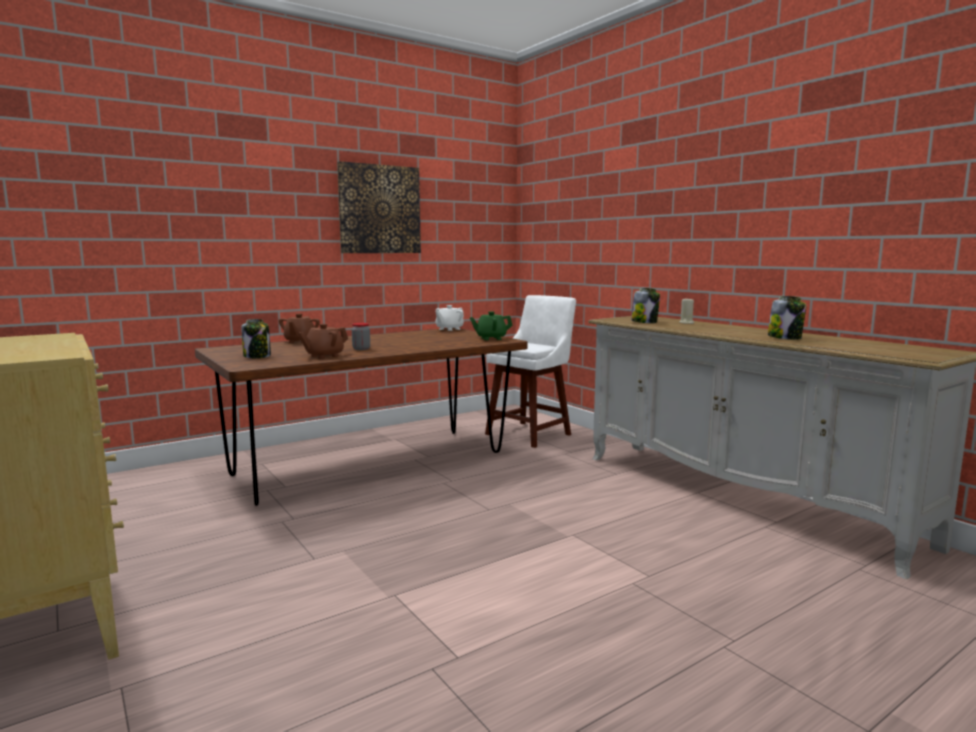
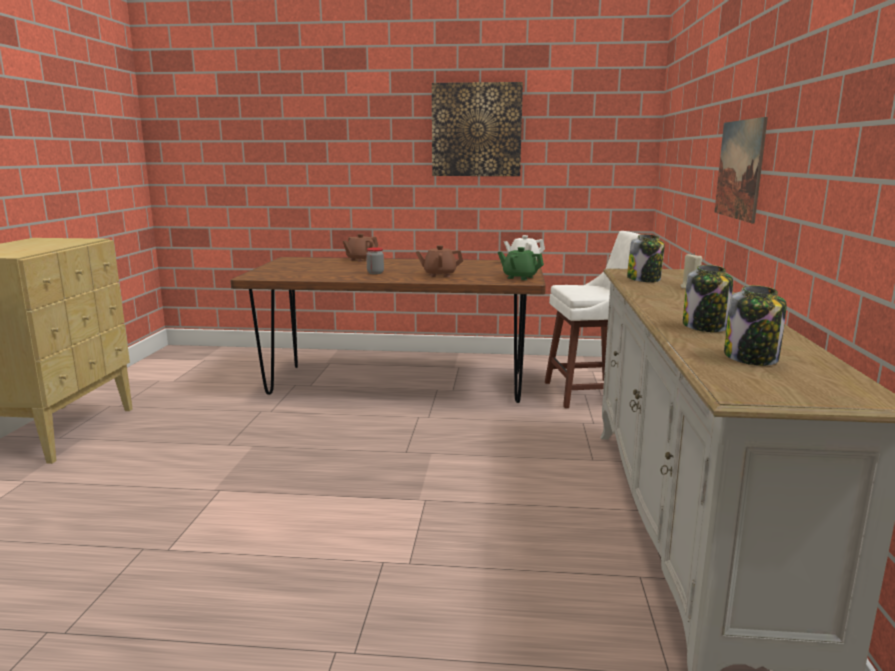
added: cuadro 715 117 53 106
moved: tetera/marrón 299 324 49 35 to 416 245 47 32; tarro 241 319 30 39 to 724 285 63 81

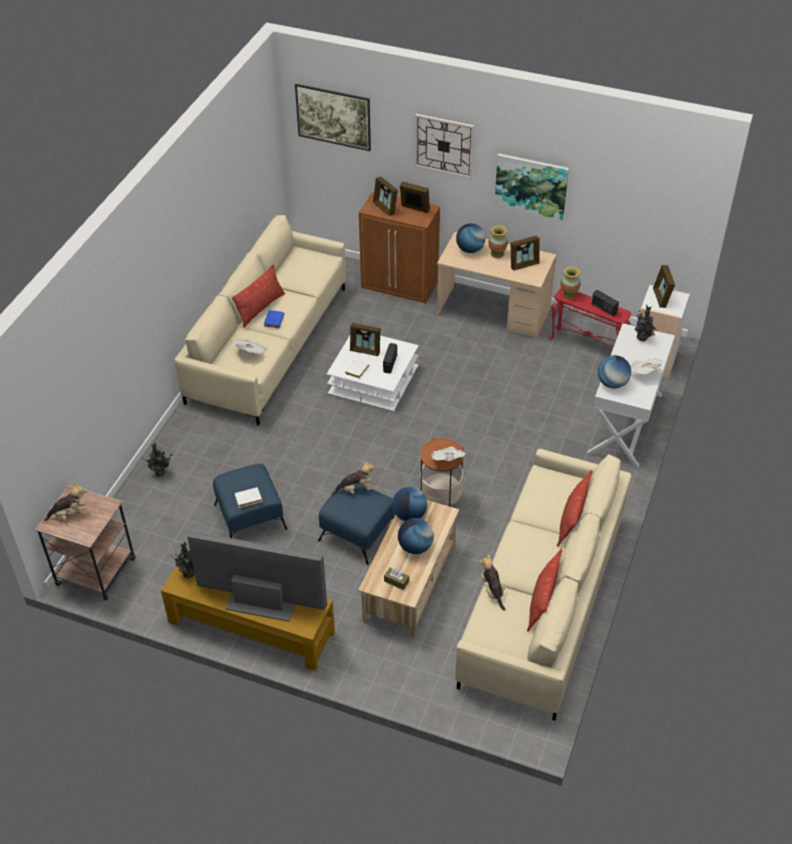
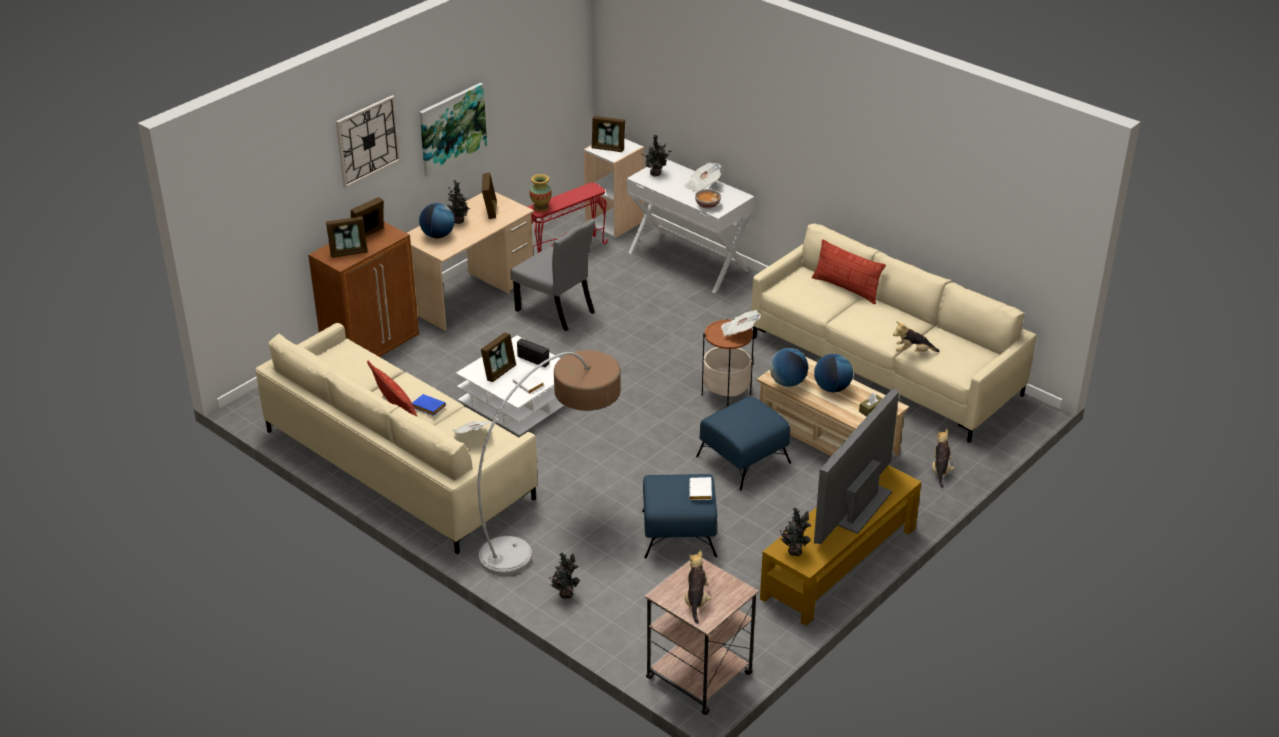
removed: cuadro 295 84 76 67; cojín 527 548 35 84; radio 592 290 27 27
added: lámpara de pie 477 350 144 226; silla/gris 511 218 85 113
moved: peluche 332 460 43 34 to 932 429 23 59
replaced: florero 488 226 20 32 to planta en maceta 447 180 24 44; globo terráqueo 598 355 33 34 to cuenco 695 189 26 20

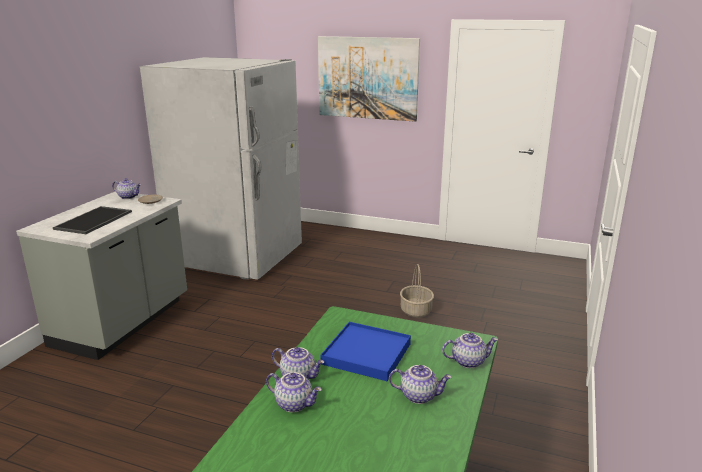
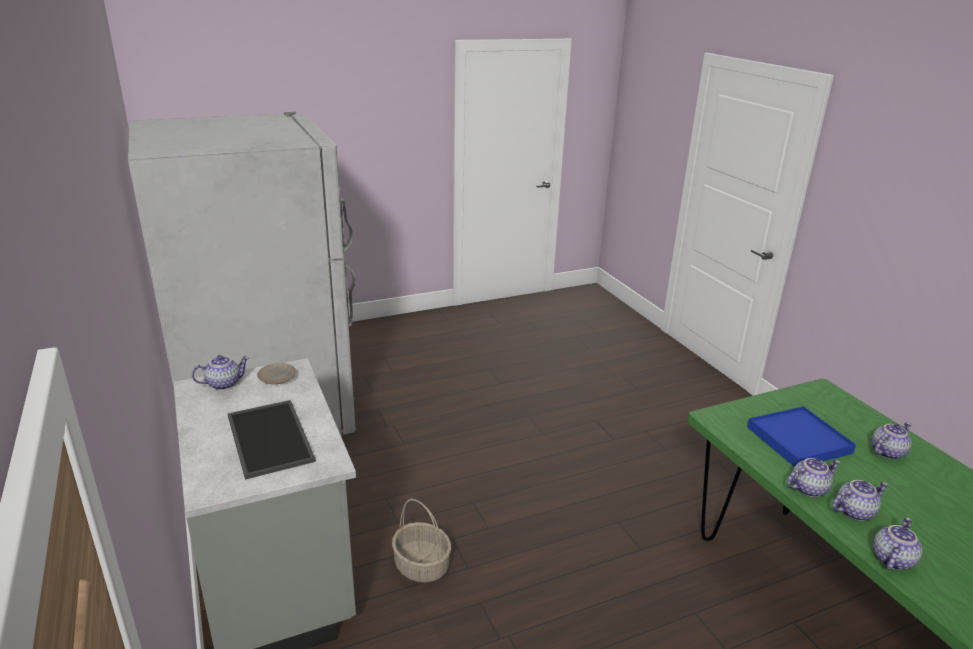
removed: cuadro 318 36 102 86
moved: cesta 400 264 34 54 to 392 499 59 84; tetera 442 333 56 35 to 873 517 49 53

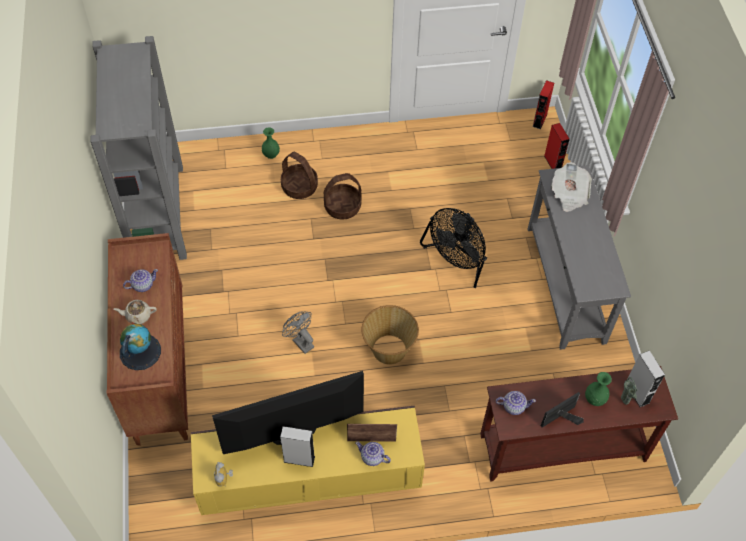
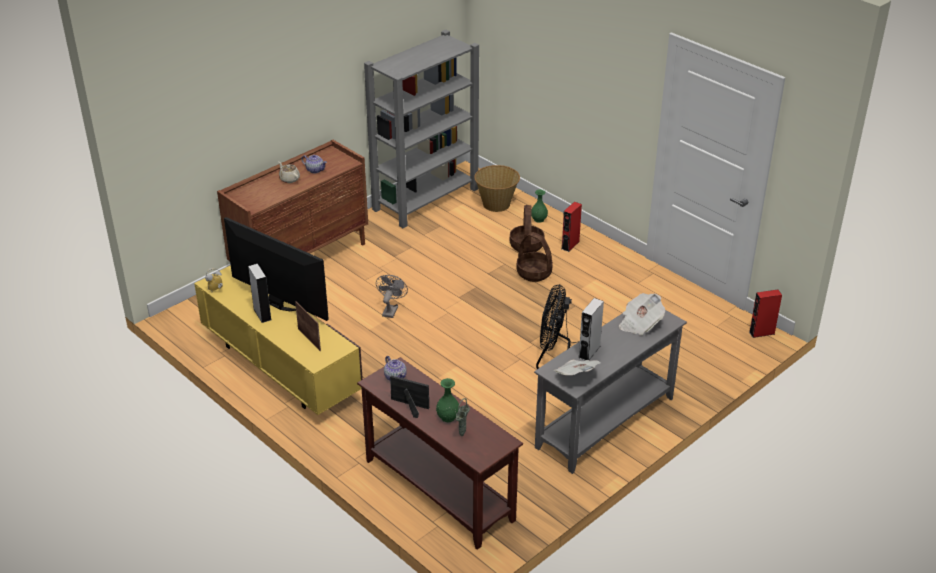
removed: globo terráqueo 120 324 41 46; tetera 355 441 36 25
added: periódico 554 360 47 15
moved: cesta 362 305 57 60 to 474 165 46 47; altavoz/rojo 544 123 26 46 to 562 202 20 50; altavoz/gris 628 350 37 57 to 578 298 26 62

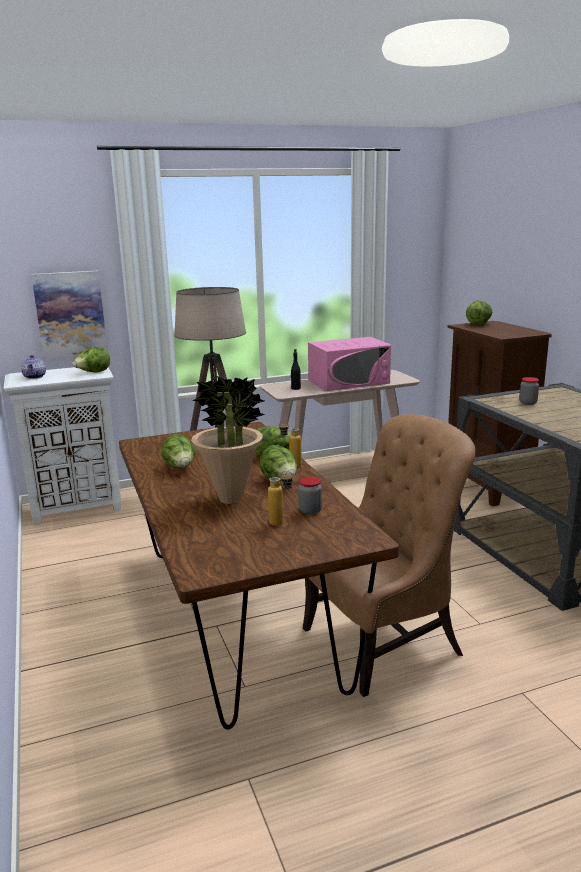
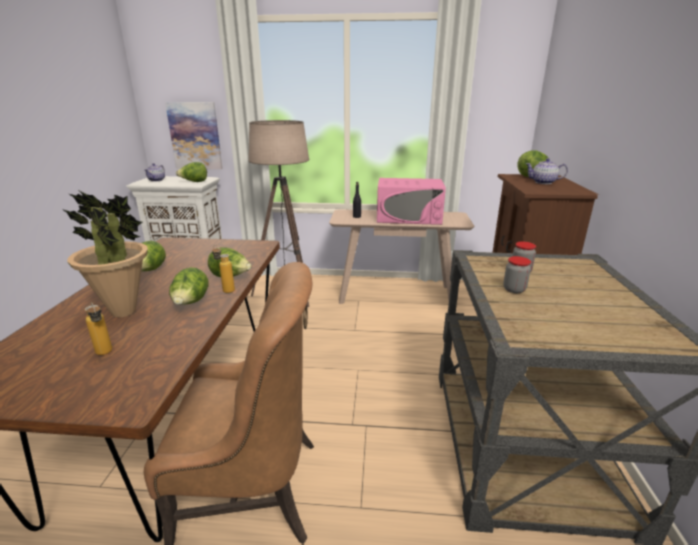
added: tetera 526 158 42 26
moved: tarro 298 477 24 38 to 503 256 28 37

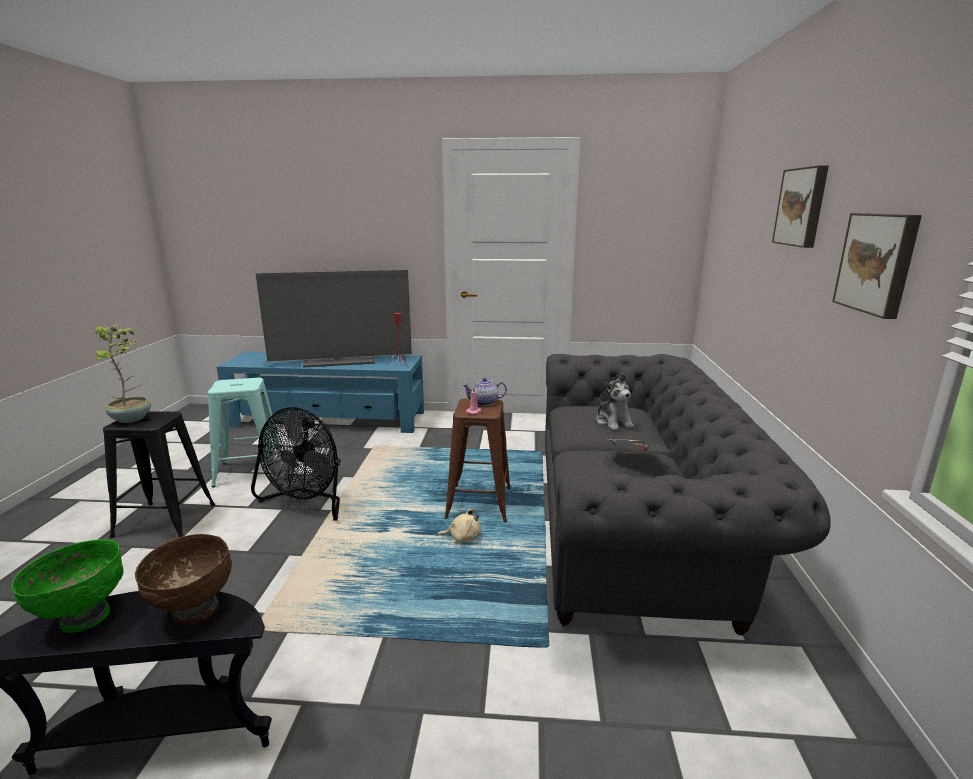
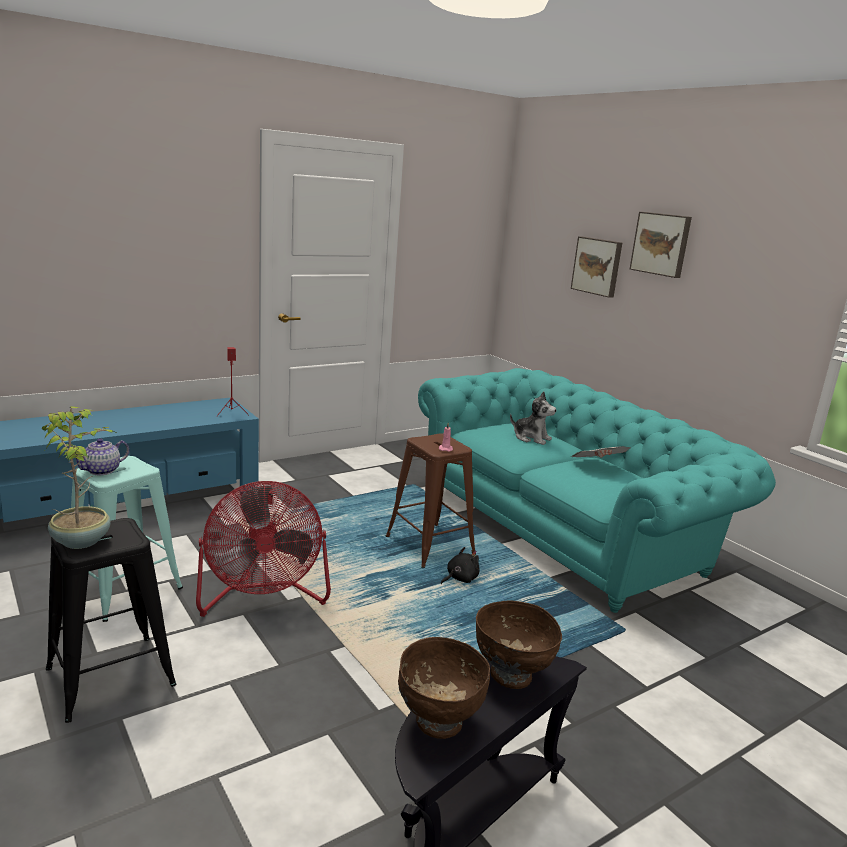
removed: televisor 256 270 156 98
moved: tetera 462 377 45 29 to 76 438 53 37; cuadro 832 213 90 106 to 571 236 51 62
recoloured: ventilador/negro 251 407 90 114 to ventilador/rojo 196 481 135 136; cuenco/verde 12 539 111 94 to cuenco/marrón 398 637 92 102; sofá/gris 545 354 286 281 to sofá/turquesa 418 368 358 245; peluche/beis 437 509 44 34 to peluche/negro 441 547 39 37

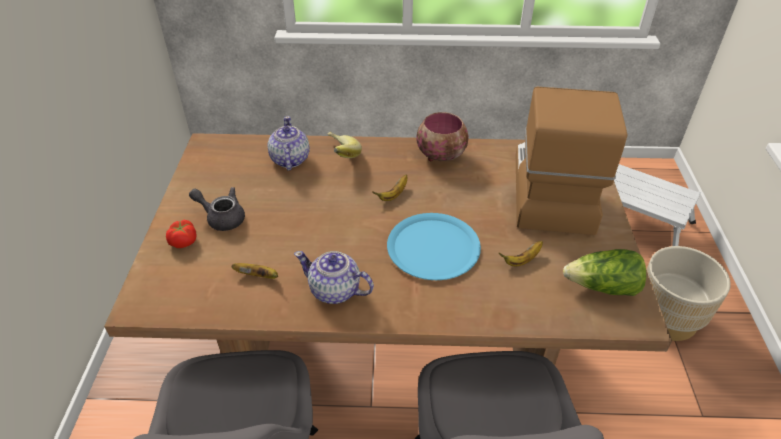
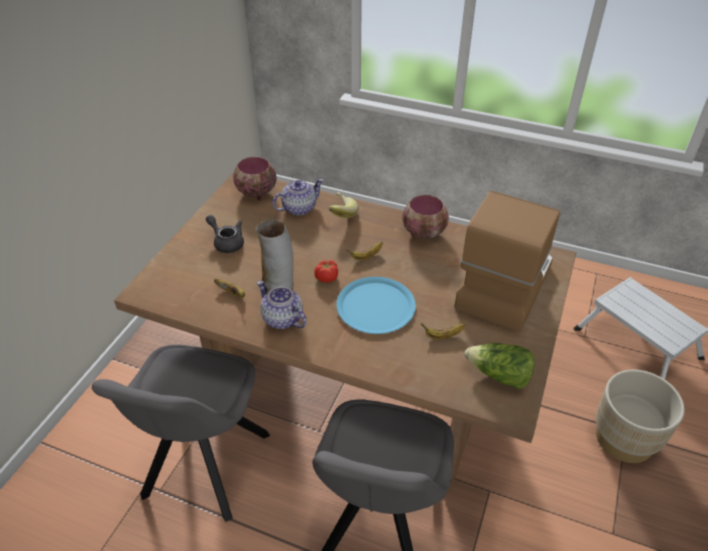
added: cuenco 233 157 44 43; florero 256 219 37 72
moved: tomate 166 220 31 28 to 314 260 24 23
turned: tetera 267 116 43 55 = 272 178 52 37 45 degrees clockwise

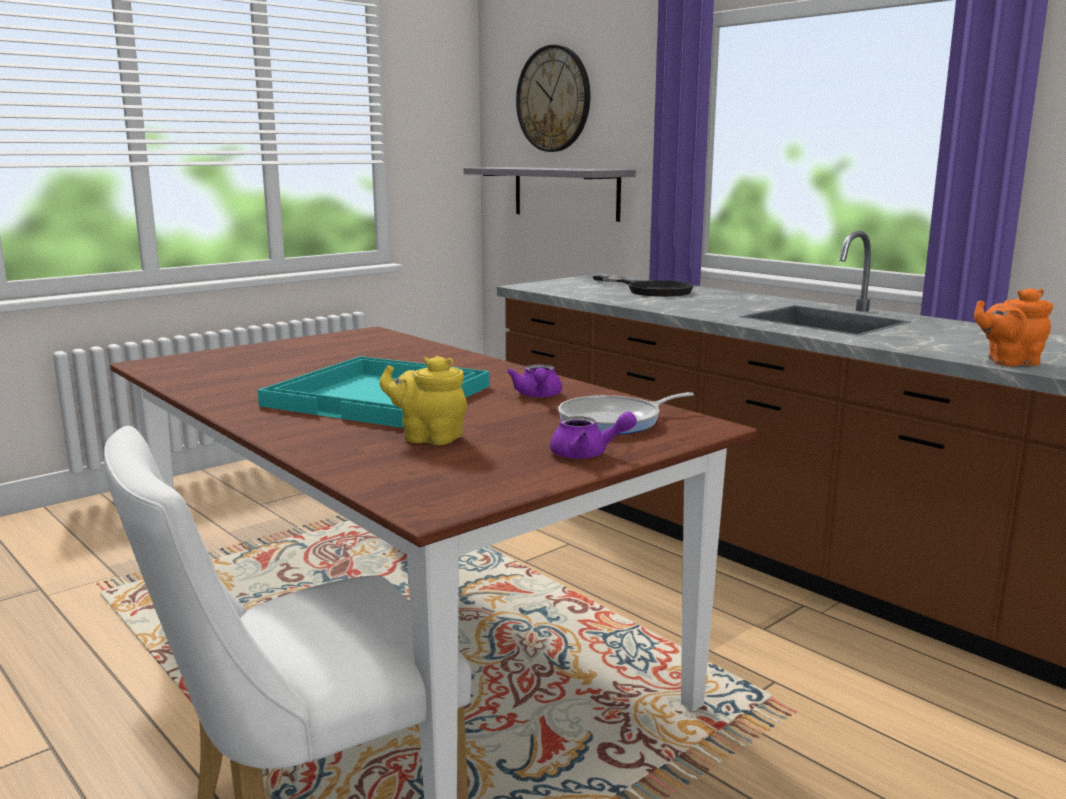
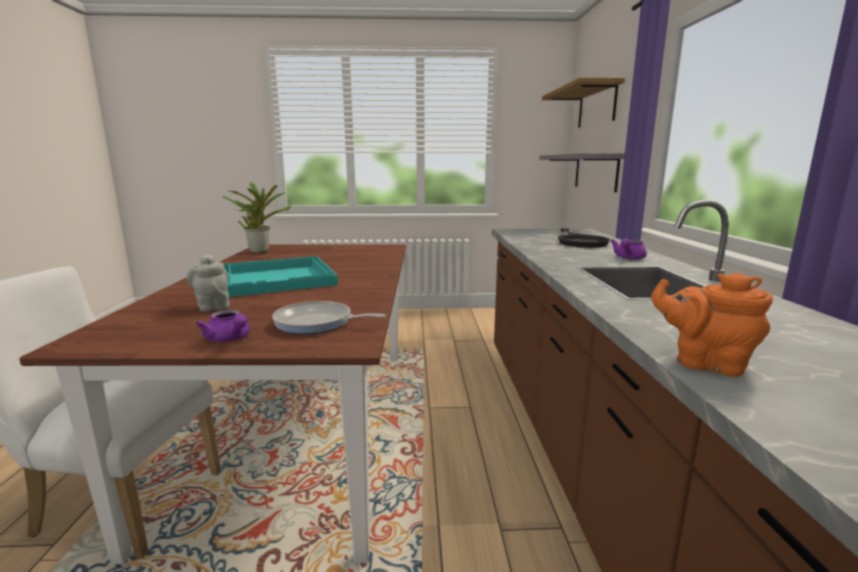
added: planta en maceta 222 182 69 71
moved: tetera/morado 507 364 55 34 to 610 239 37 21
replaced: reloj de pared 516 45 74 107 to estante 542 78 83 50
recoloured: tetera/amarillo 379 356 88 89 to tetera/gris 187 254 43 58

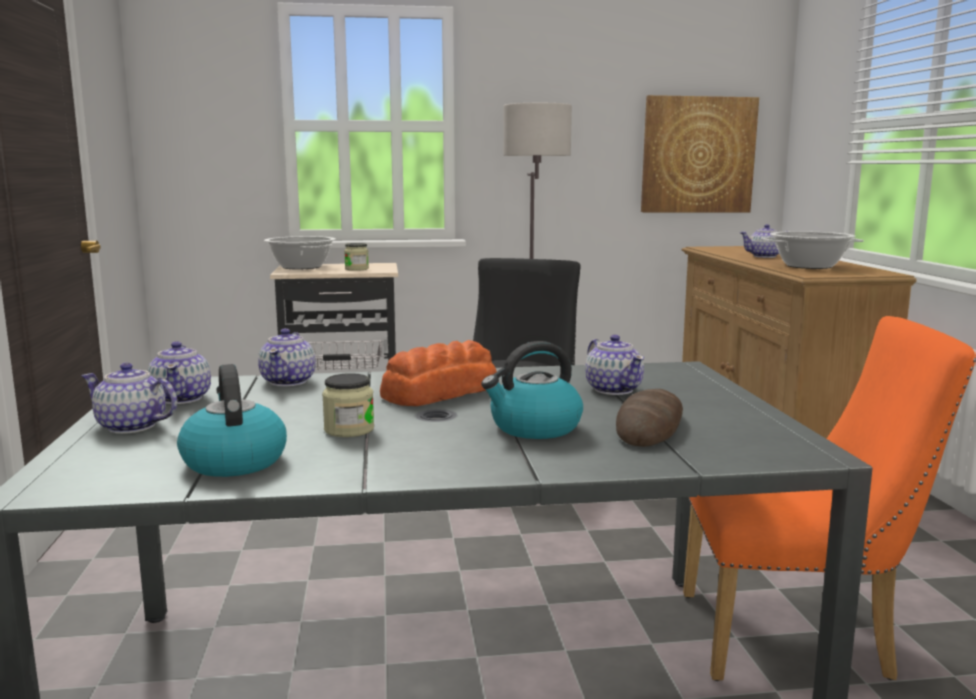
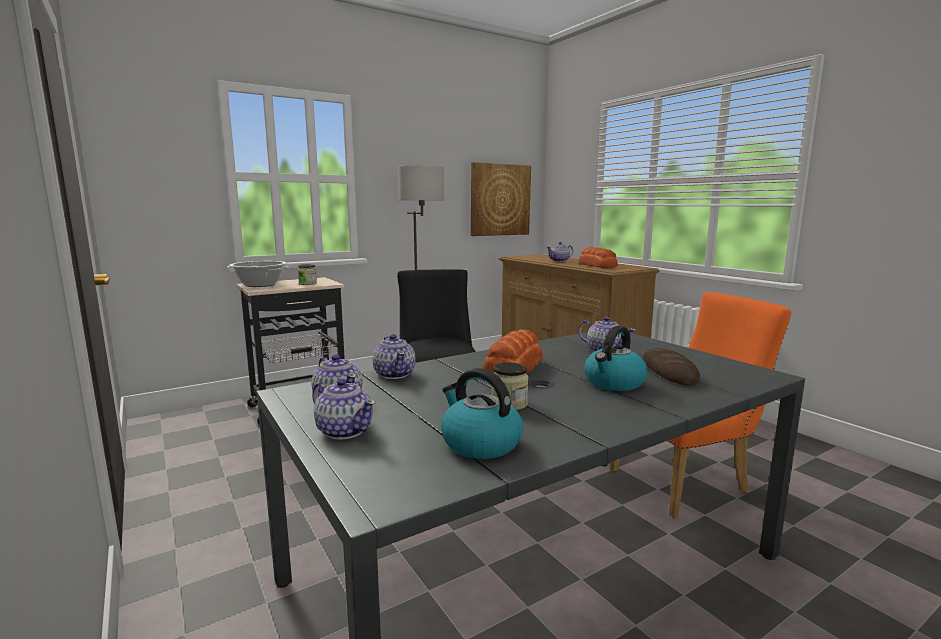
replaced: olla 761 231 103 38 to pan 578 247 40 21
turned: tetera 81 363 96 71 = 312 379 64 61 135 degrees counterclockwise

